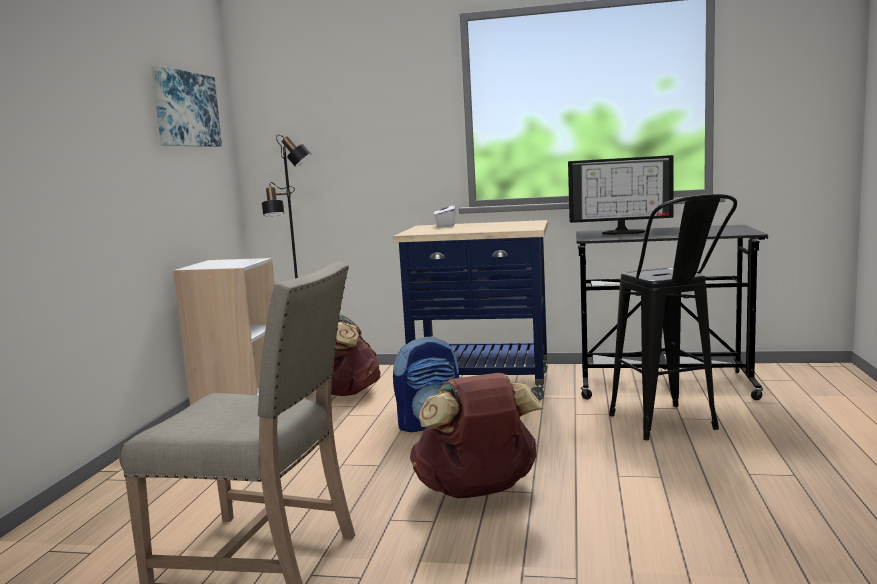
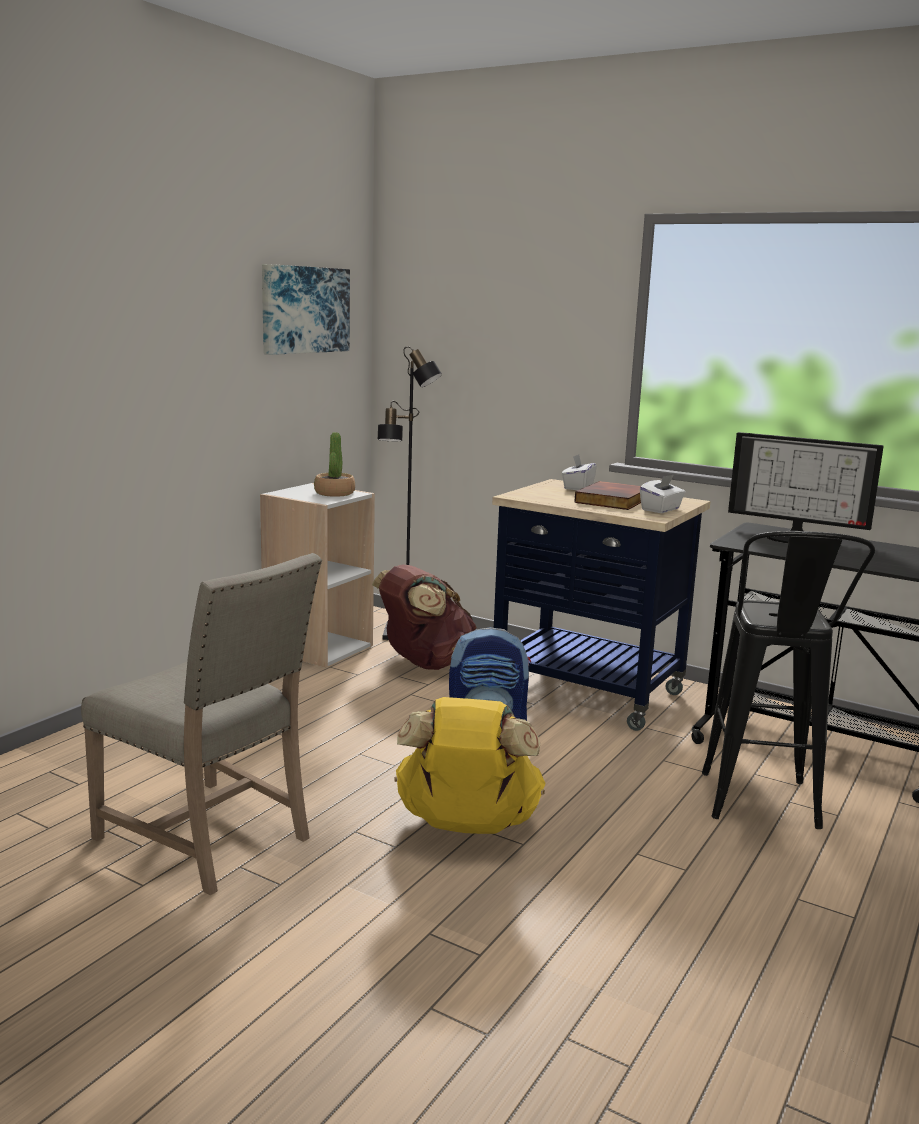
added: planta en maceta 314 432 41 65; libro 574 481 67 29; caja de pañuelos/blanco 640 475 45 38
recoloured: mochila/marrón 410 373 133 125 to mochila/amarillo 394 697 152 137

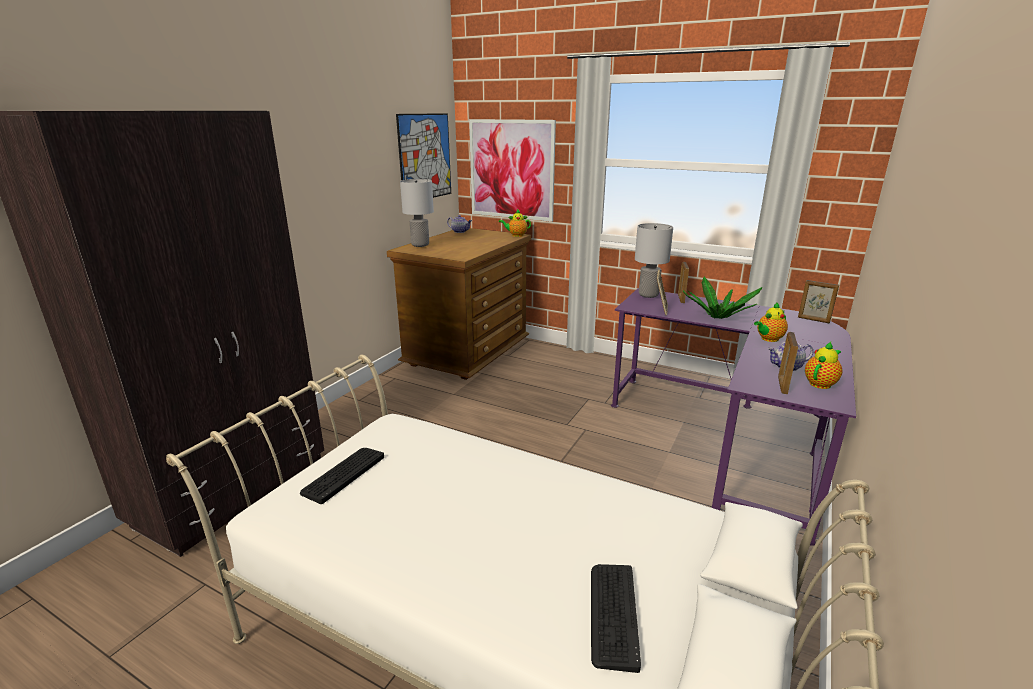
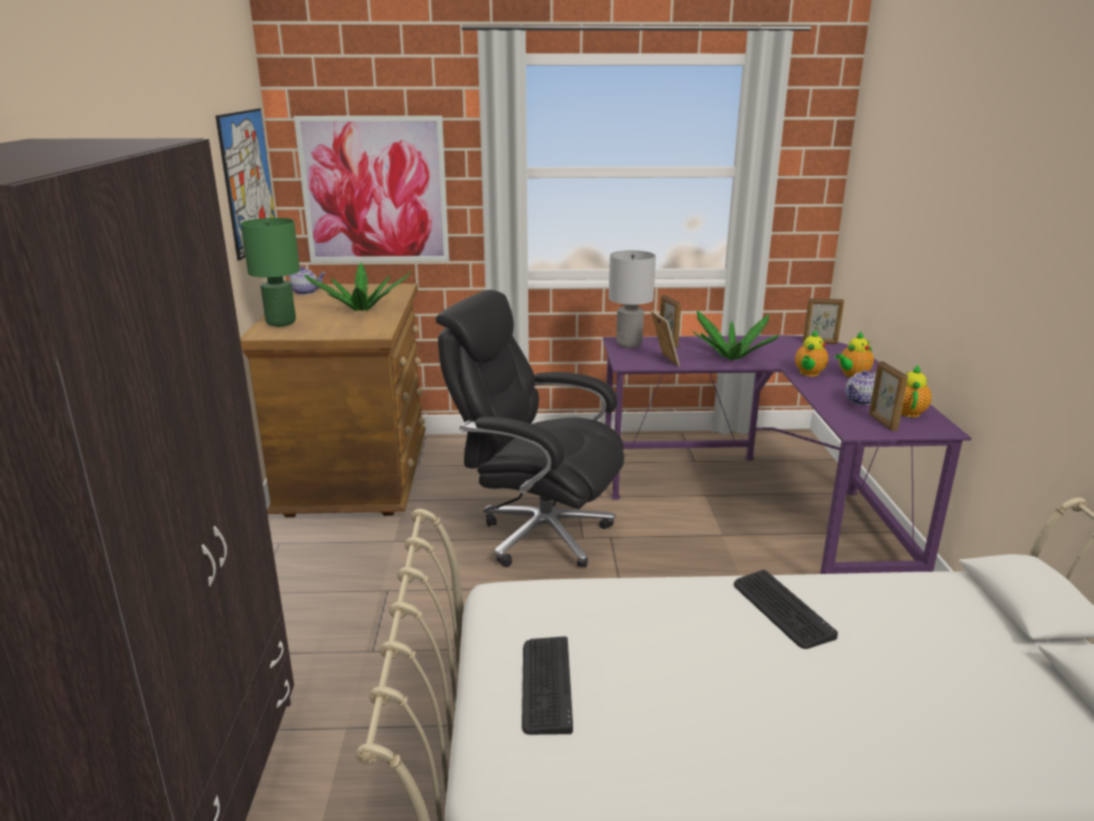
added: planta en maceta 305 262 106 49; silla de oficina/negro 436 290 188 277
moved: teclado 591 564 50 109 to 734 570 104 79; tetera 499 209 32 28 to 835 332 39 46
recoloured: lámpara de mesa/gris 400 179 34 68 to lámpara de mesa/verde 241 218 59 109

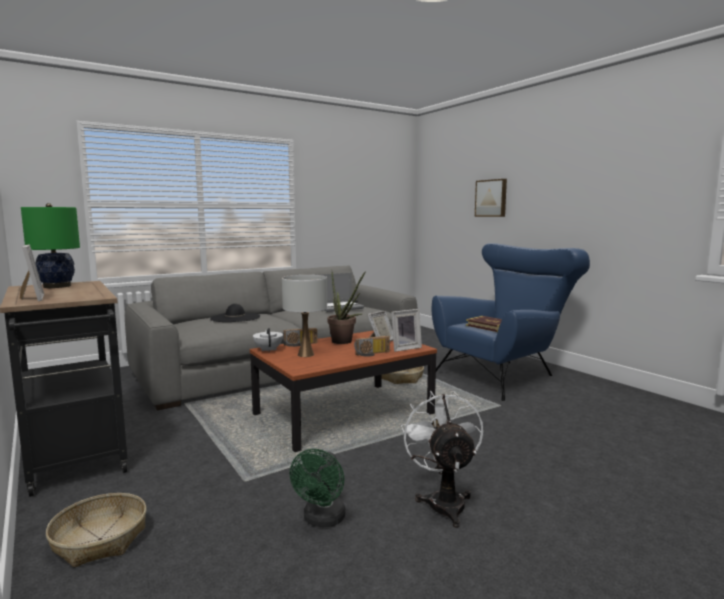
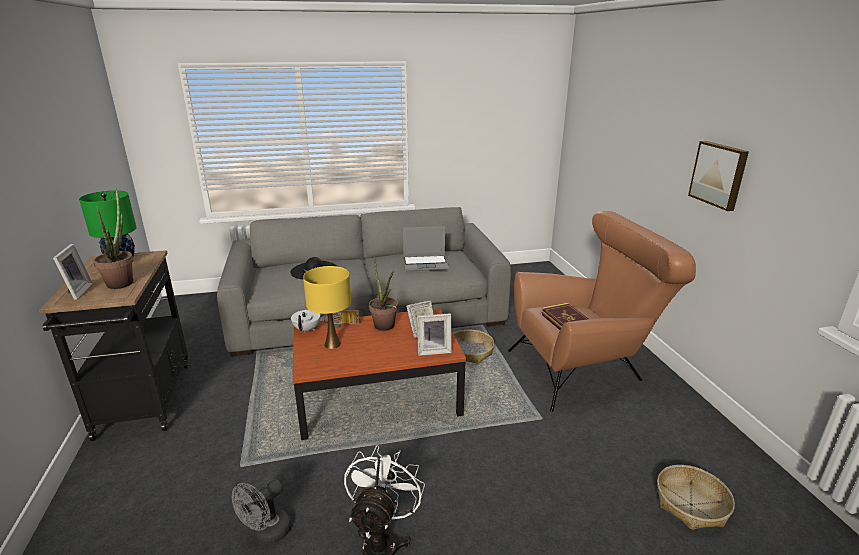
removed: radio 354 336 36 21
added: planta en maceta 93 188 40 101
moved: cesta 46 493 101 74 to 657 465 78 65; cuadro 475 179 32 38 to 688 141 61 70
recoloured: ventilador/verde 290 449 56 78 to ventilador/gris 232 479 60 66; lámpara de mesa/blanco 282 275 45 82 to lámpara de mesa/amarillo 303 266 48 83; sillón/azul 432 243 158 158 to sillón/marrón 508 211 188 201

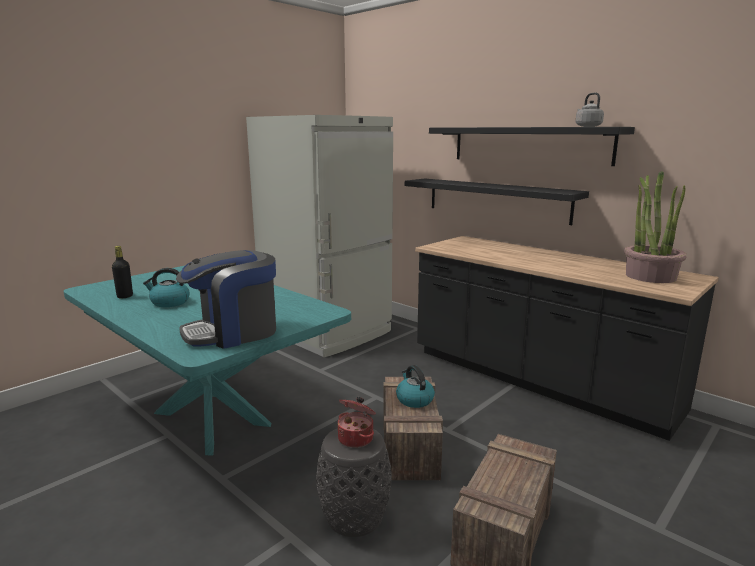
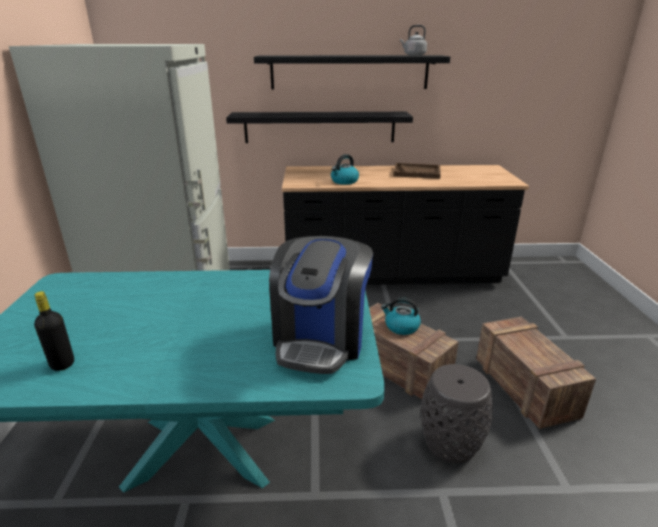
removed: olla 338 397 38 51; planta en maceta 624 171 63 112
added: bandeja/marrón 393 163 48 16
moved: hervidor 143 268 47 39 to 331 154 28 31

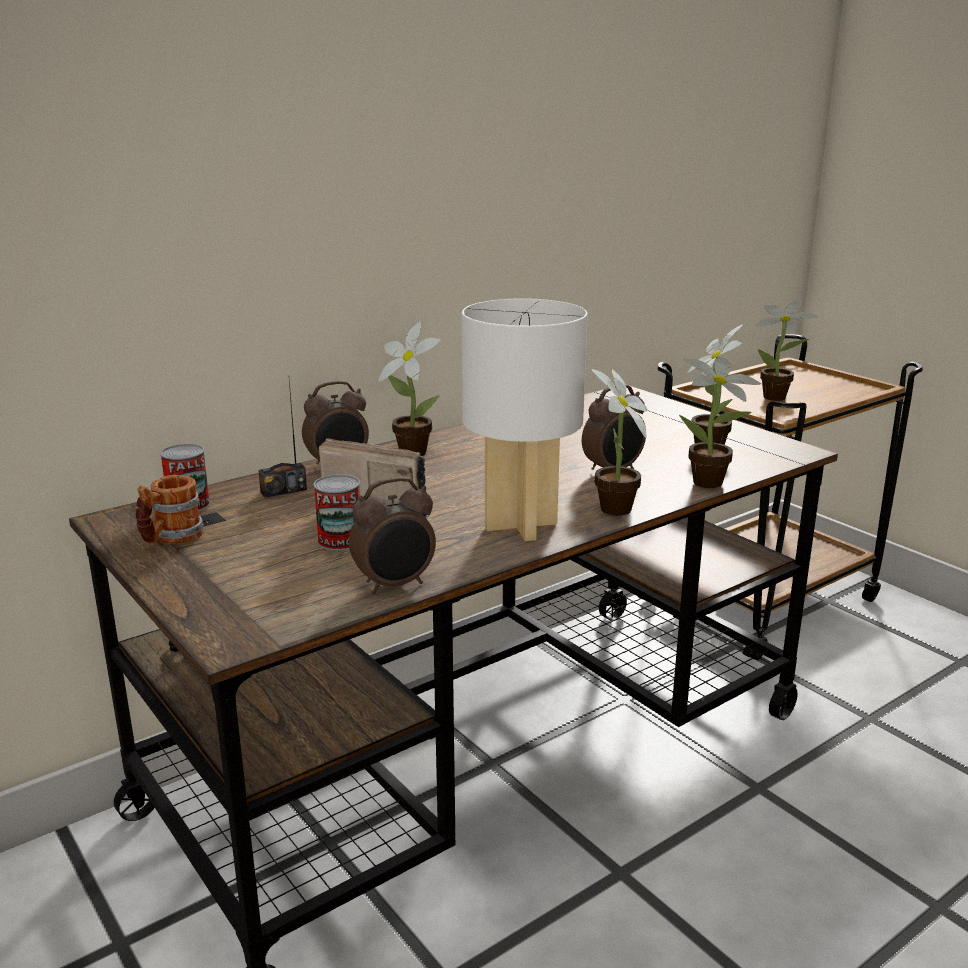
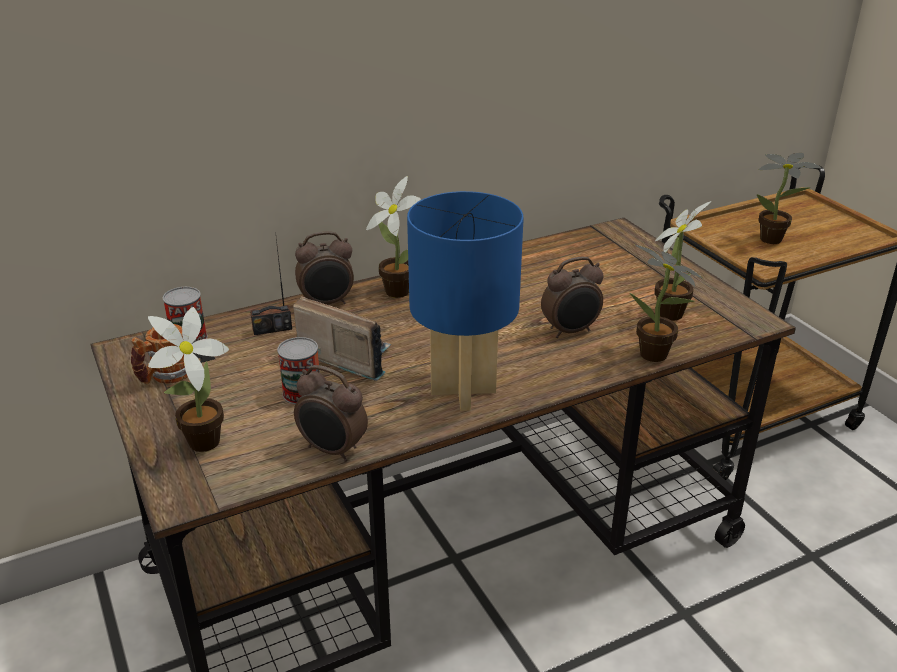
moved: planta en maceta 591 369 57 147 to 148 307 81 145
recoloured: lámpara de mesa/blanco 462 298 126 243 to lámpara de mesa/azul 407 191 117 220
turned: despertador 349 477 87 117 = 294 365 74 97 45 degrees clockwise

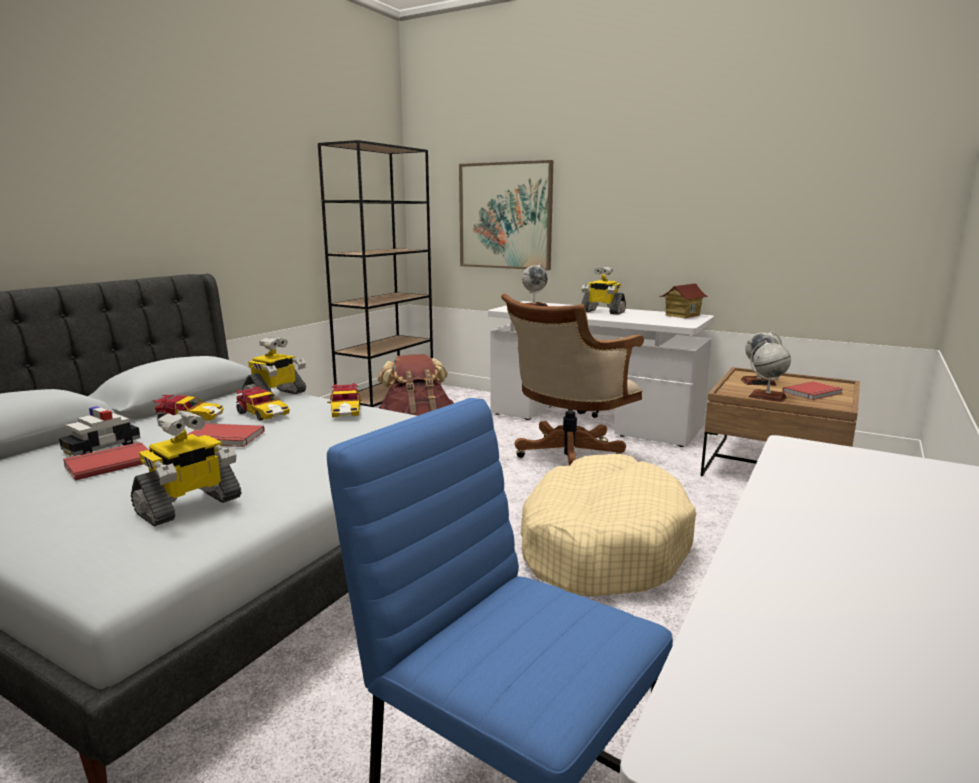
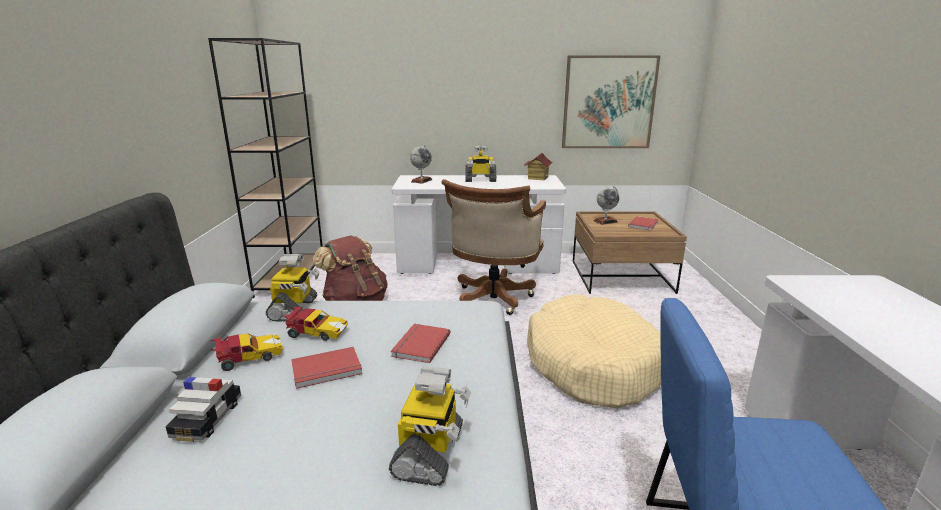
removed: coche de juguete 327 383 36 34; globo terráqueo 748 341 43 61
moved: libro/rojo 63 442 87 39 to 391 324 59 39; cuadro 459 160 94 110 to 562 55 99 93

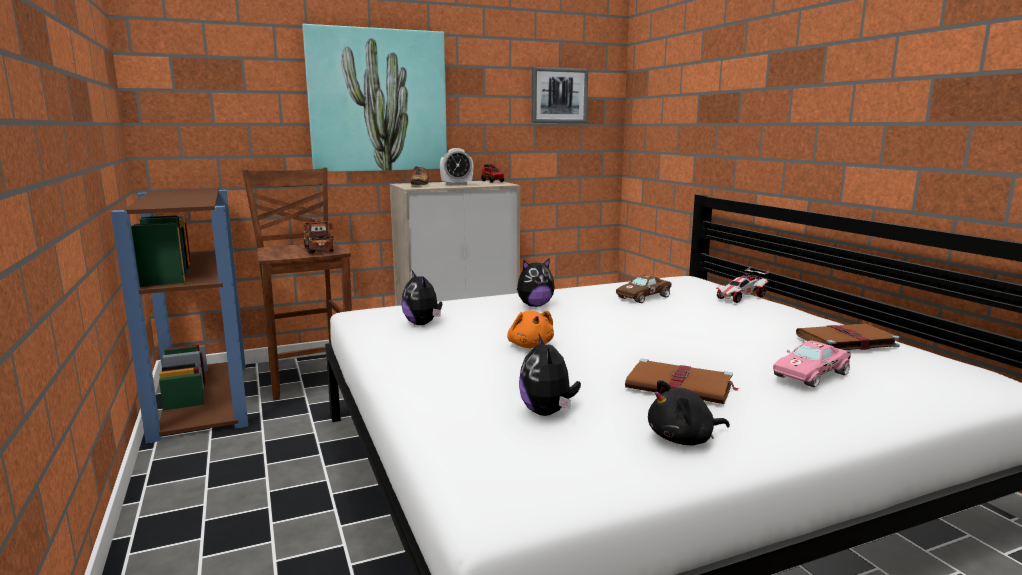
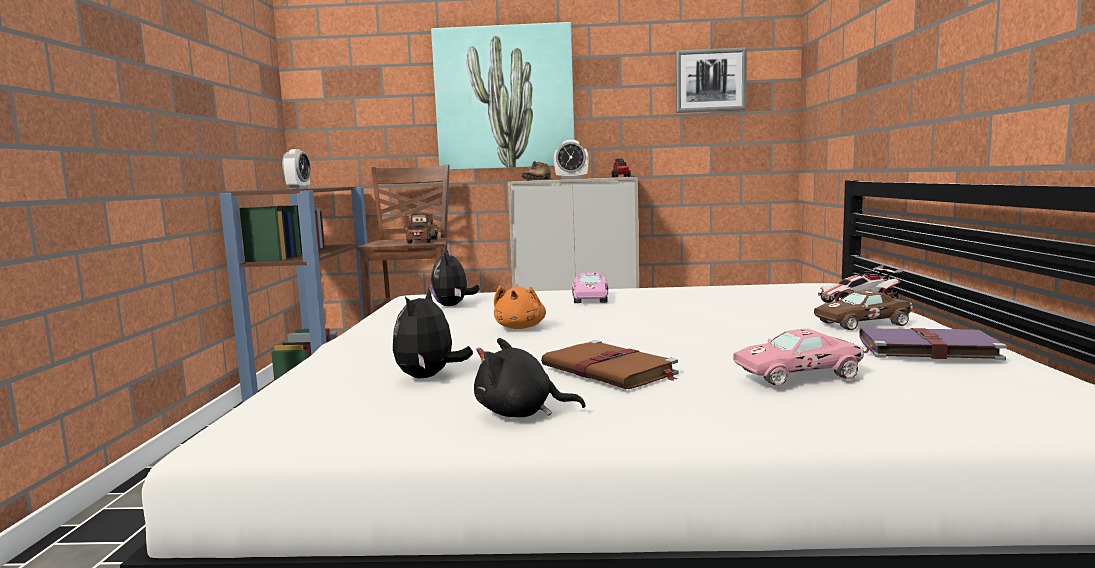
added: despertador 282 149 29 40
moved: coche de juguete/marrón 616 275 56 28 to 814 290 99 40
replaced: peluche 517 258 38 49 to coche de juguete/rosa 572 273 36 30
recoloured: libro/marrón 796 324 105 26 to libro/morado 859 328 148 32

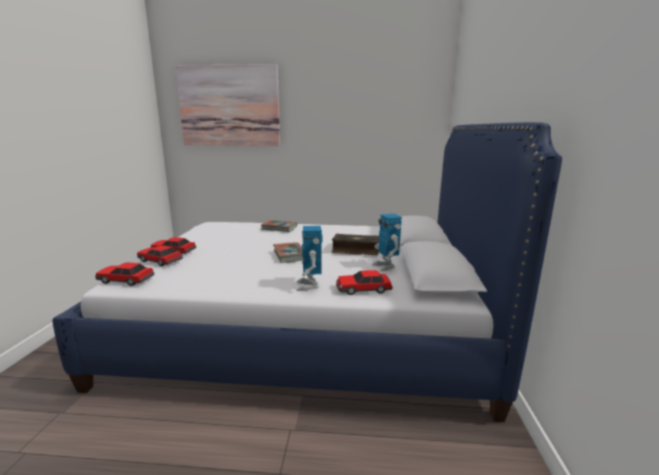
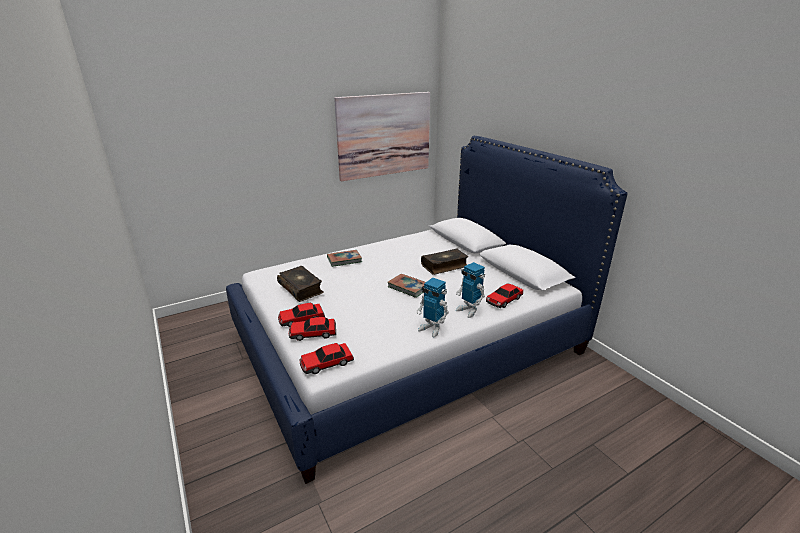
added: libro 277 266 47 36
moved: cuadro 176 64 104 82 to 334 92 96 89; robot de juguete 372 214 30 57 to 417 278 32 59

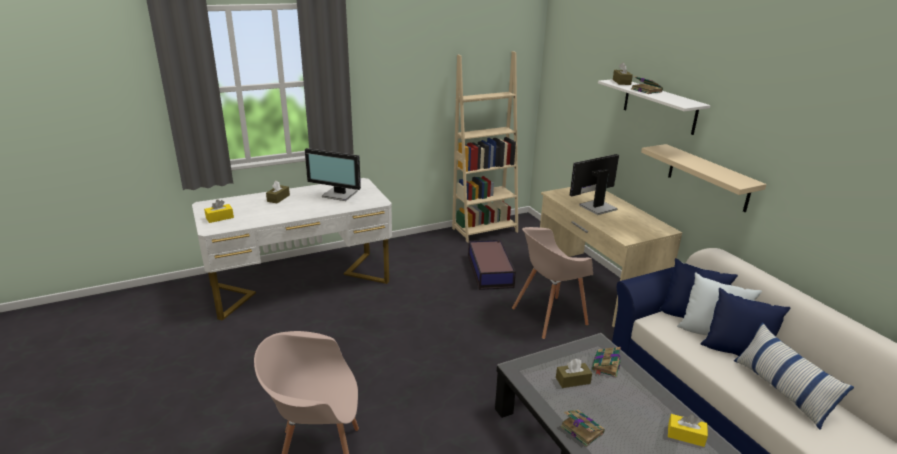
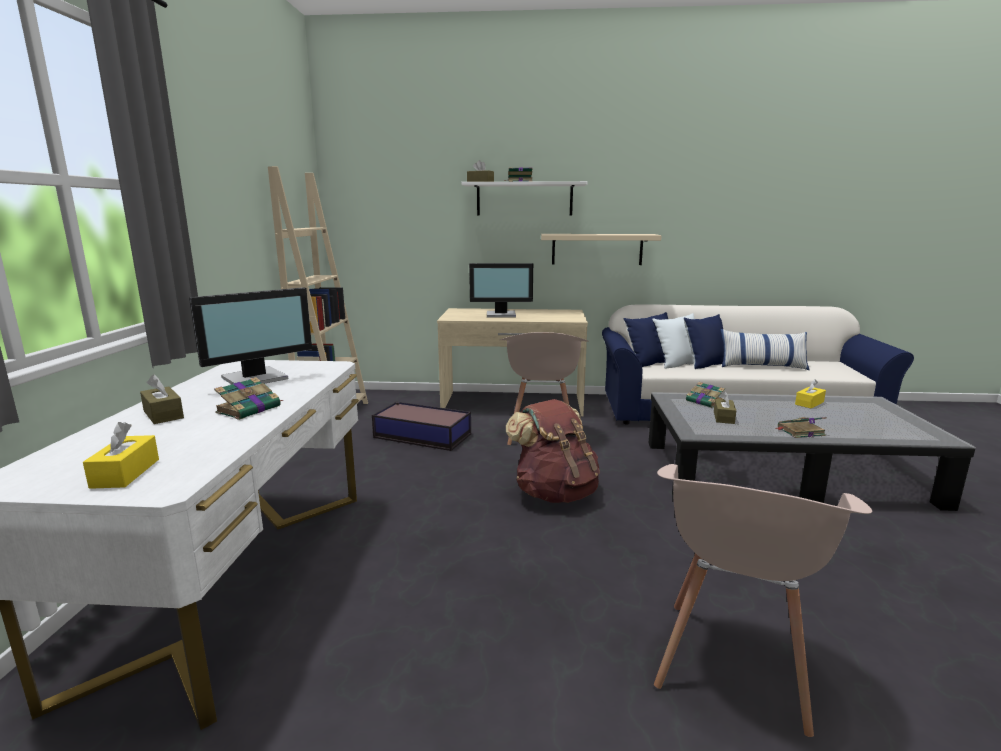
added: libro 214 377 69 43; mochila/marrón 506 399 94 104
turned: monitor 570 154 49 61 = 469 263 64 55 90 degrees counterclockwise

